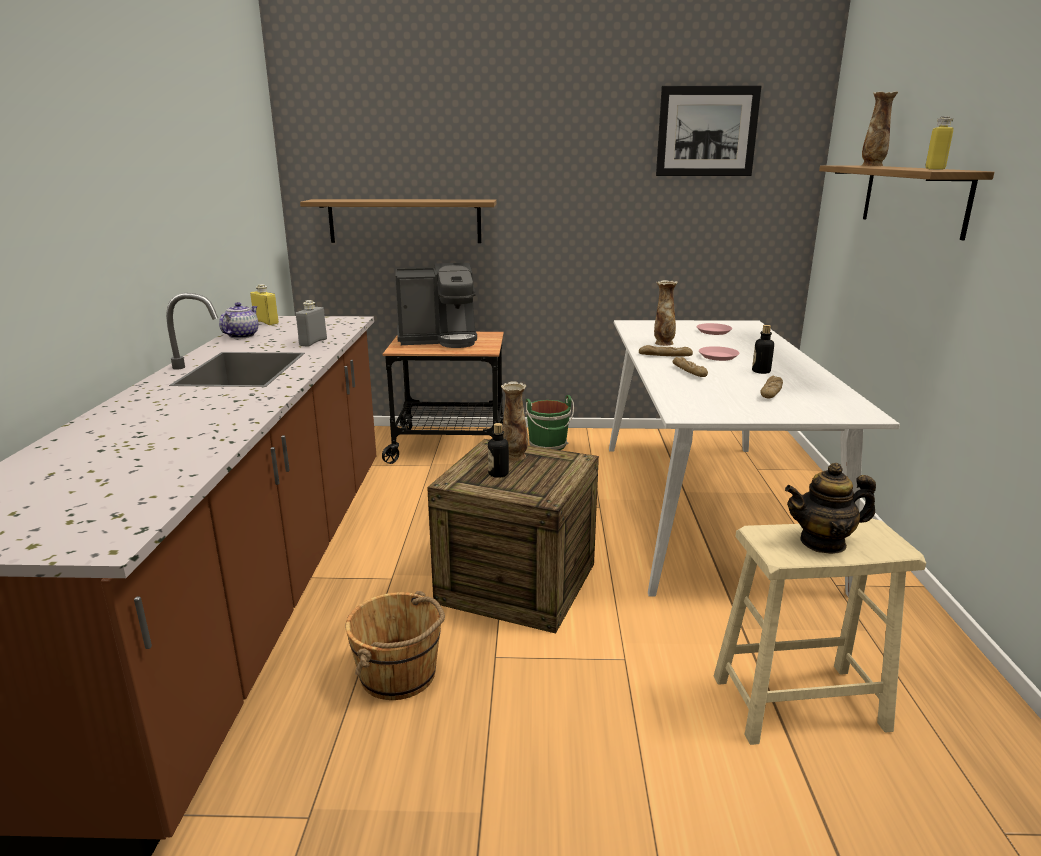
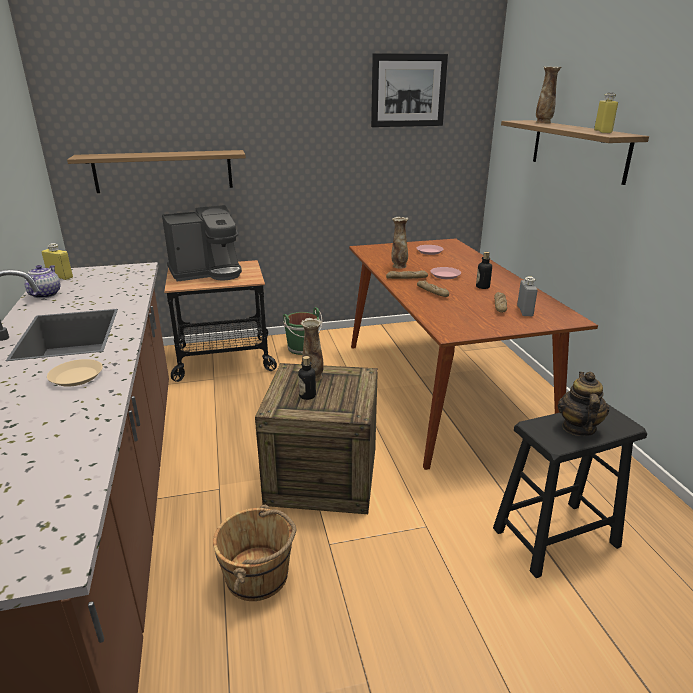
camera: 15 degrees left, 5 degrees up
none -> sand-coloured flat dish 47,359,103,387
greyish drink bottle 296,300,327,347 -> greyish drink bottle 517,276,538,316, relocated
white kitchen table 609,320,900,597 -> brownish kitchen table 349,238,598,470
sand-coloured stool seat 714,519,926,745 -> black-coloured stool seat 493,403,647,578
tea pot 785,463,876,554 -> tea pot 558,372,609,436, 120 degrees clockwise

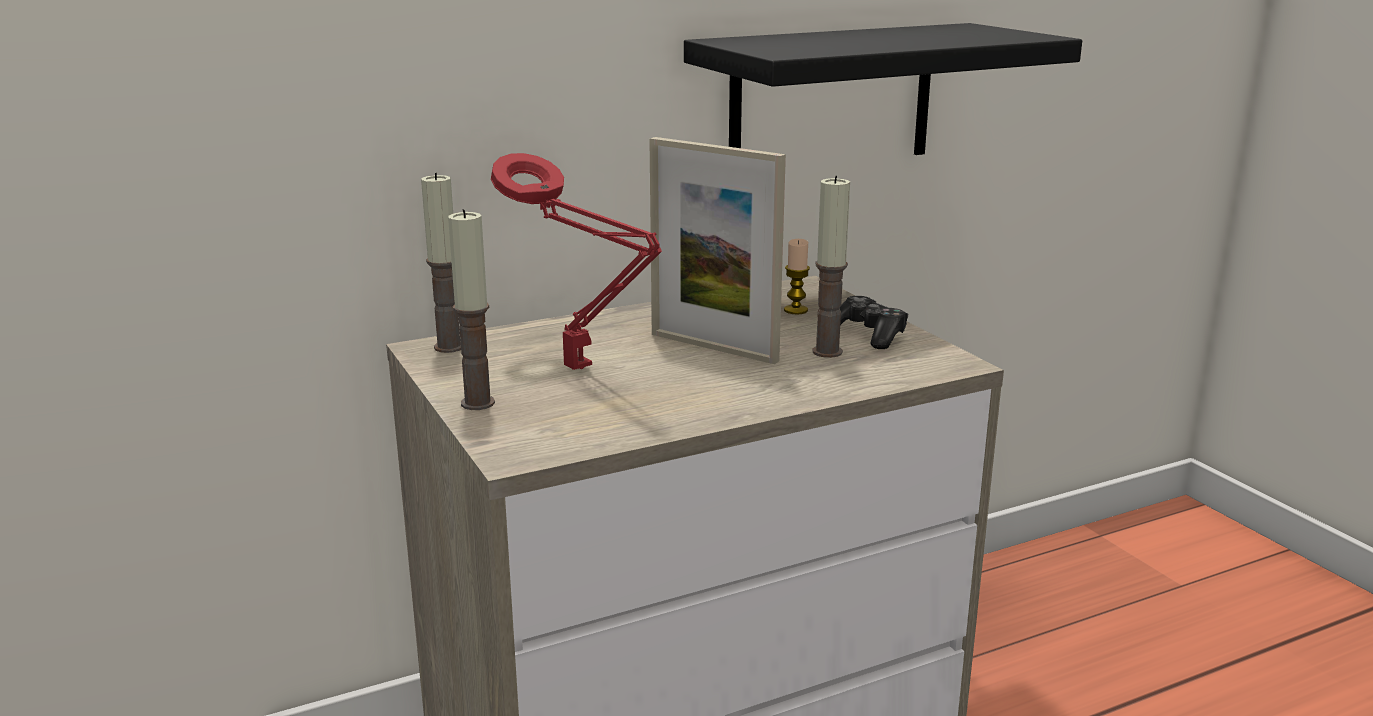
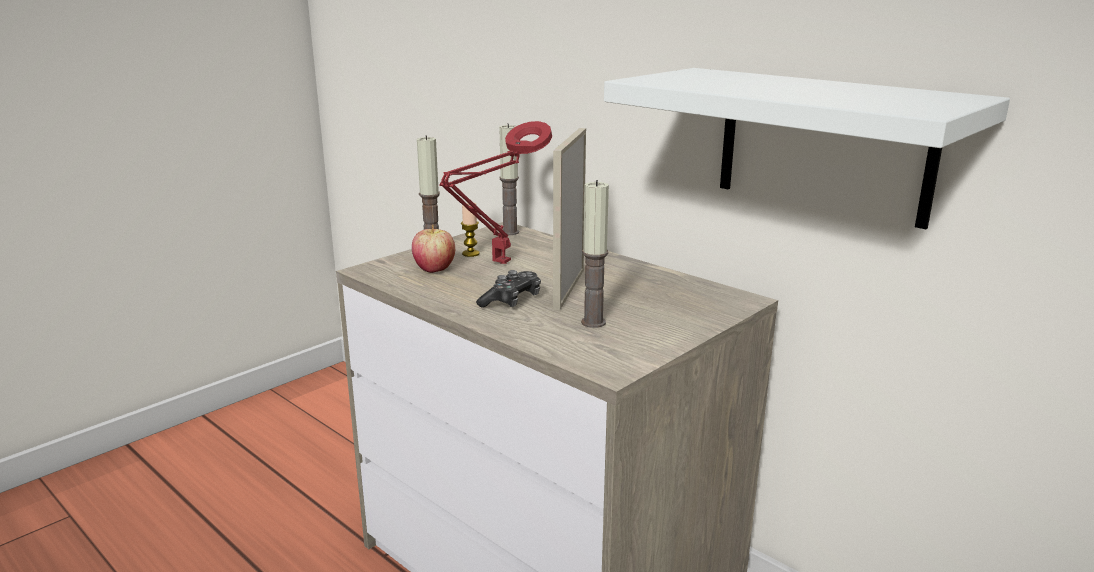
camera: 70 degrees right, 0 degrees up
none -> whole apple 412,225,455,273
wax light 784,239,810,314 -> wax light 461,203,480,257, relocated
gamepad 840,296,908,349 -> gamepad 476,270,541,308, relocated
black-coloured shelf 684,23,1082,155 -> white shelf 604,68,1010,229

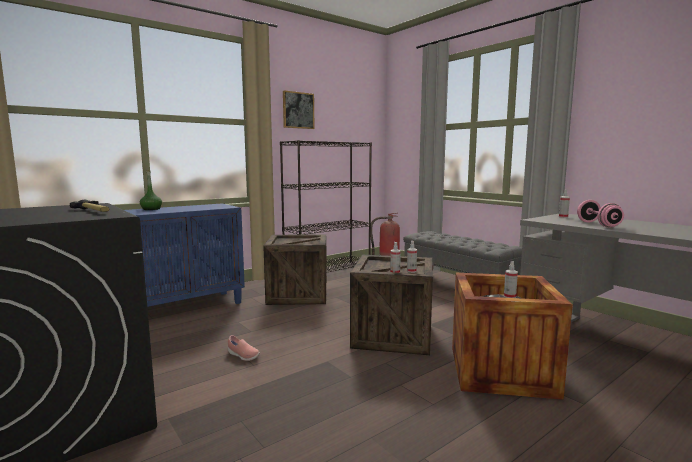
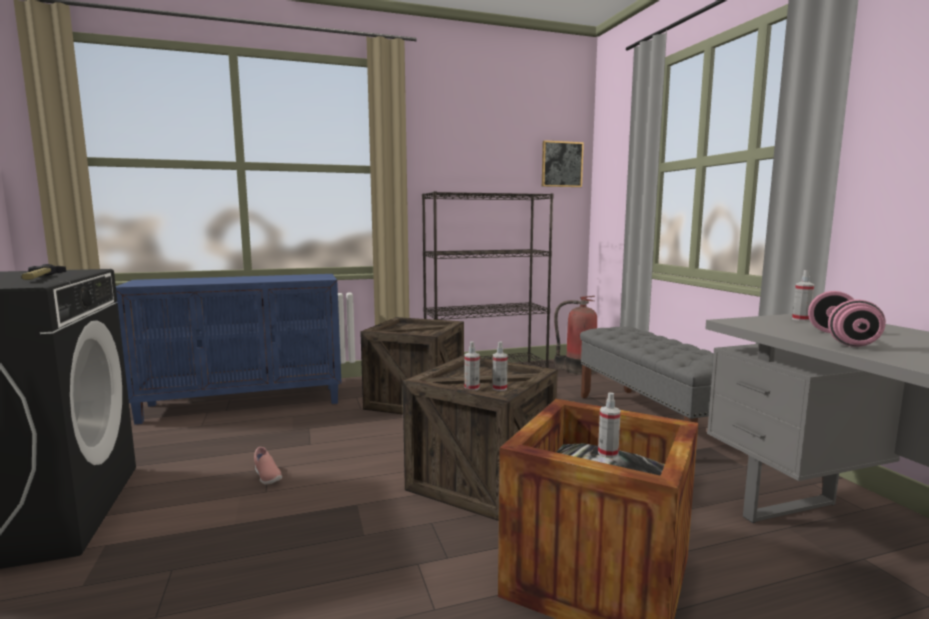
camera: 20 degrees right, 0 degrees up
green drink bottle 140,170,162,210 -> none
wall art 283,90,315,129 -> wall art 542,140,584,187, relocated

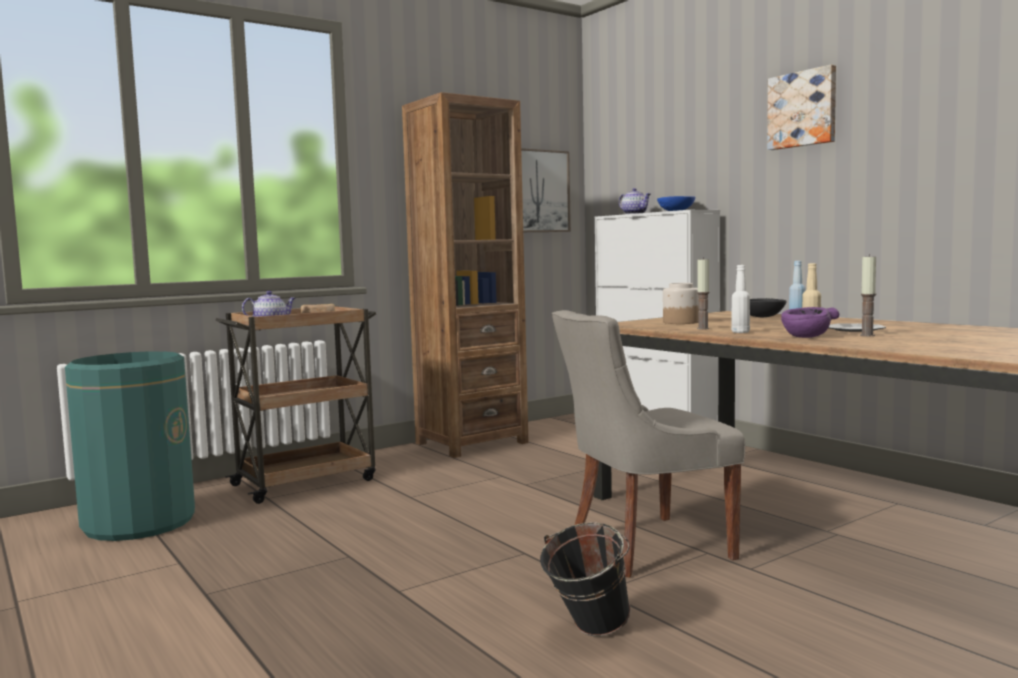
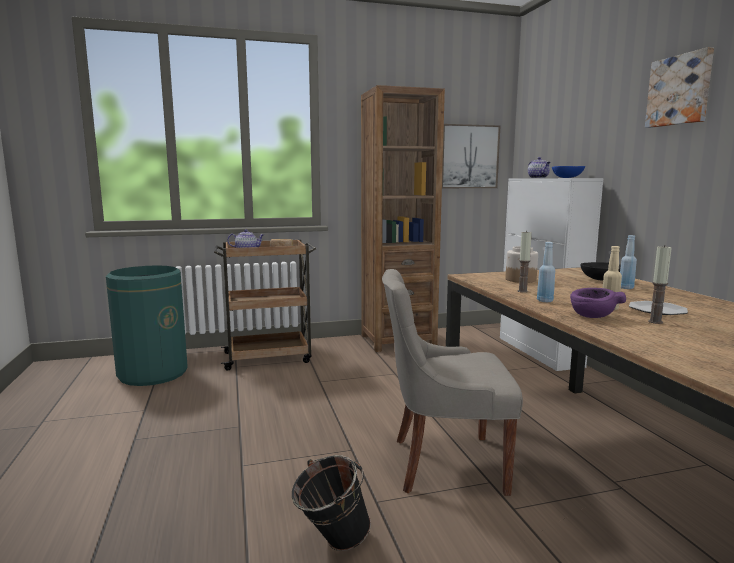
camera: 20 degrees right, 5 degrees up
white drink bottle 731,265,750,333 -> blue drink bottle 537,242,555,302

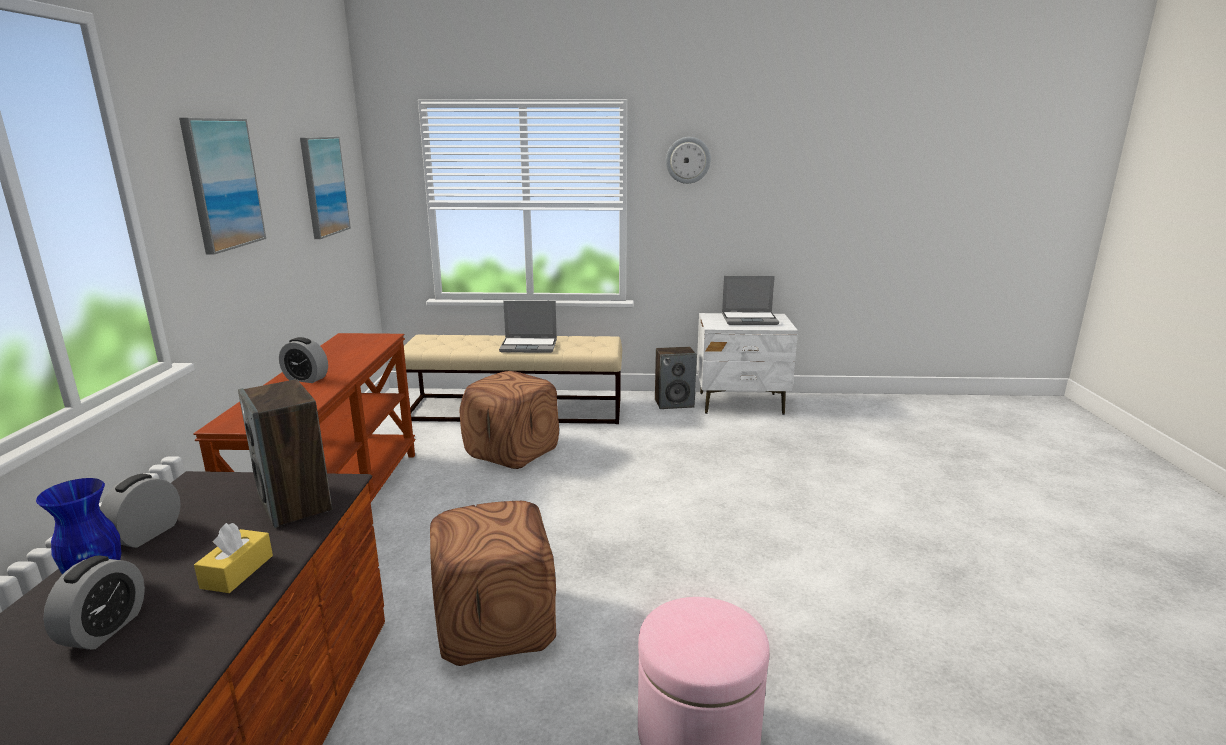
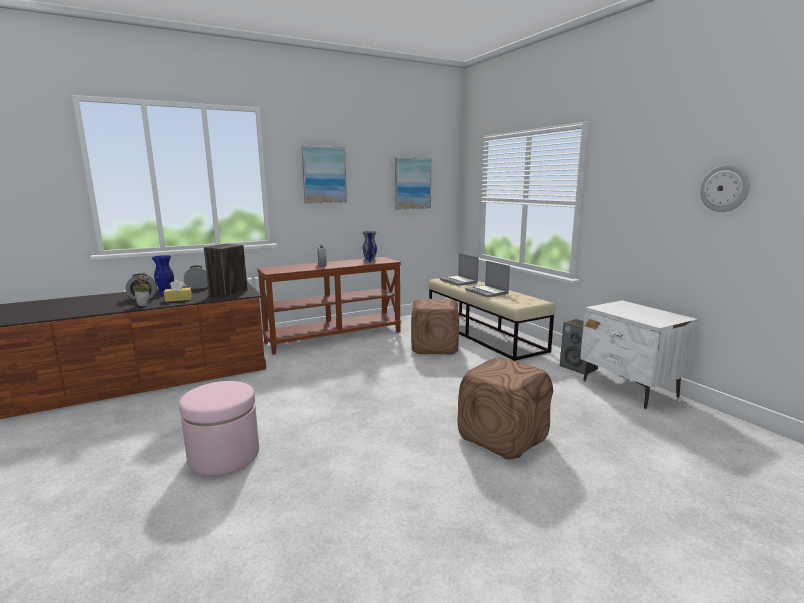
camera: 60 degrees right, 5 degrees down
none -> plant in a pot 133,272,150,306
none -> greyish decorative vase 362,231,377,262
brownish footrest 430,501,556,666 -> brownish footrest 458,358,553,459, relocated
wall clock 666,137,711,184 -> wall clock 700,165,750,212, relocated
portable computer 722,276,779,325 -> portable computer 440,253,479,286, relocated

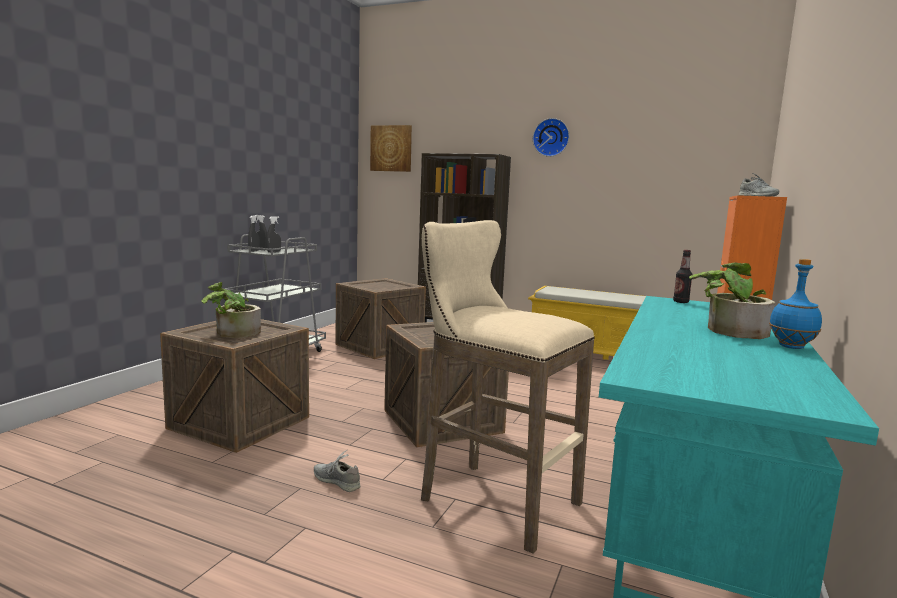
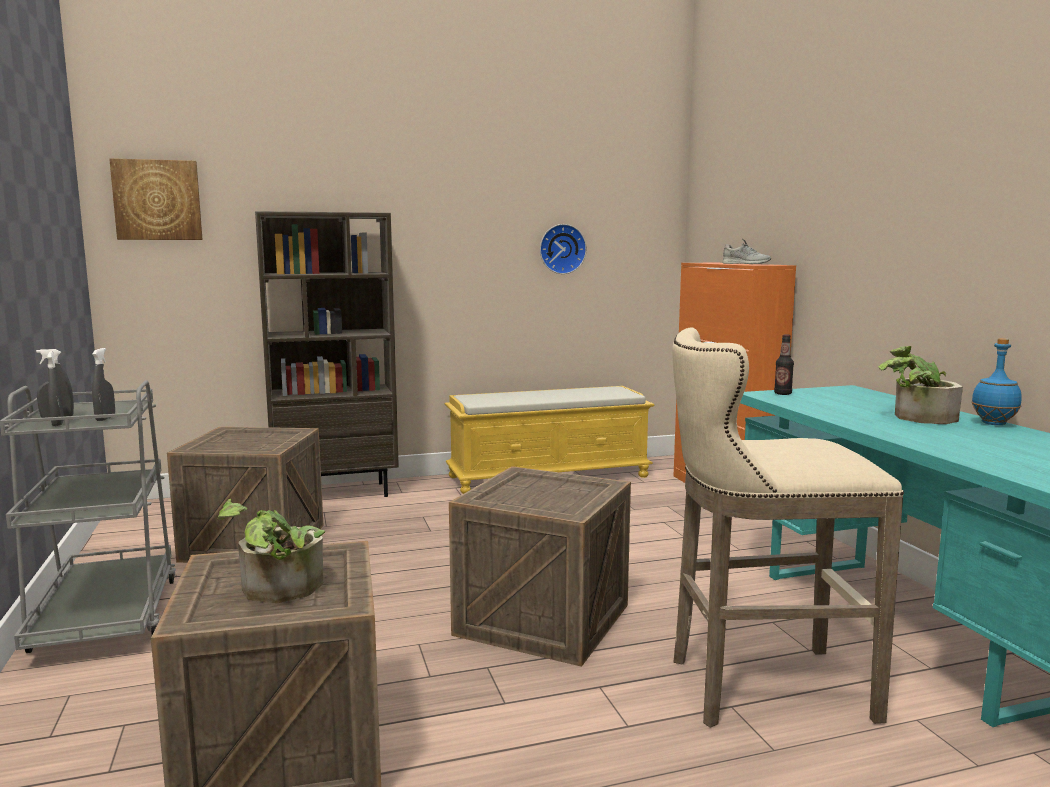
camera: 40 degrees left, 0 degrees up
greyish low shoe 314,449,360,492 -> none
wall clock 533,118,569,157 -> wall clock 540,224,587,274, relocated

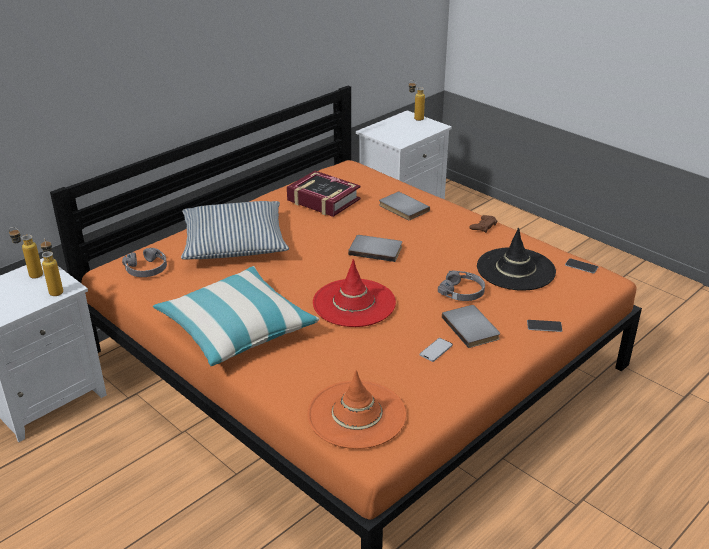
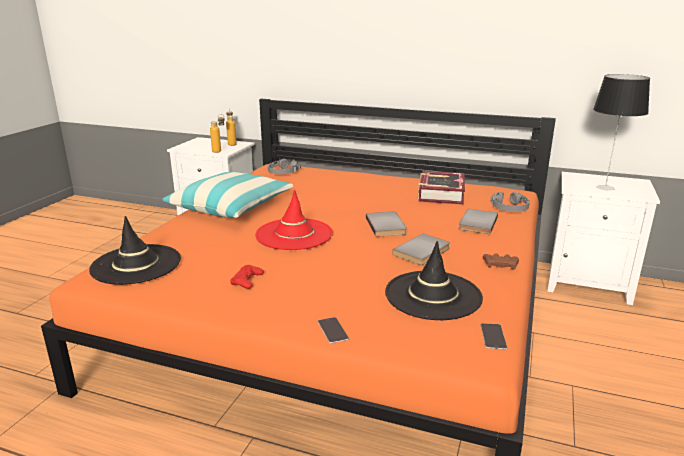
camera: 65 degrees right, 10 degrees down
pillow 181,201,289,260 -> none
drink bottle 409,80,425,121 -> none
none -> tabletop lamp 593,74,650,191
greyish headset 438,271,485,301 -> greyish headset 490,192,530,212, relocated
greyish volume 442,305,500,348 -> greyish volume 392,234,450,265, relocated
handset 420,338,453,362 -> red gamepad 230,265,264,289
orange-coloured clothing hat 307,370,407,449 -> black-coloured clothing hat 89,216,181,285

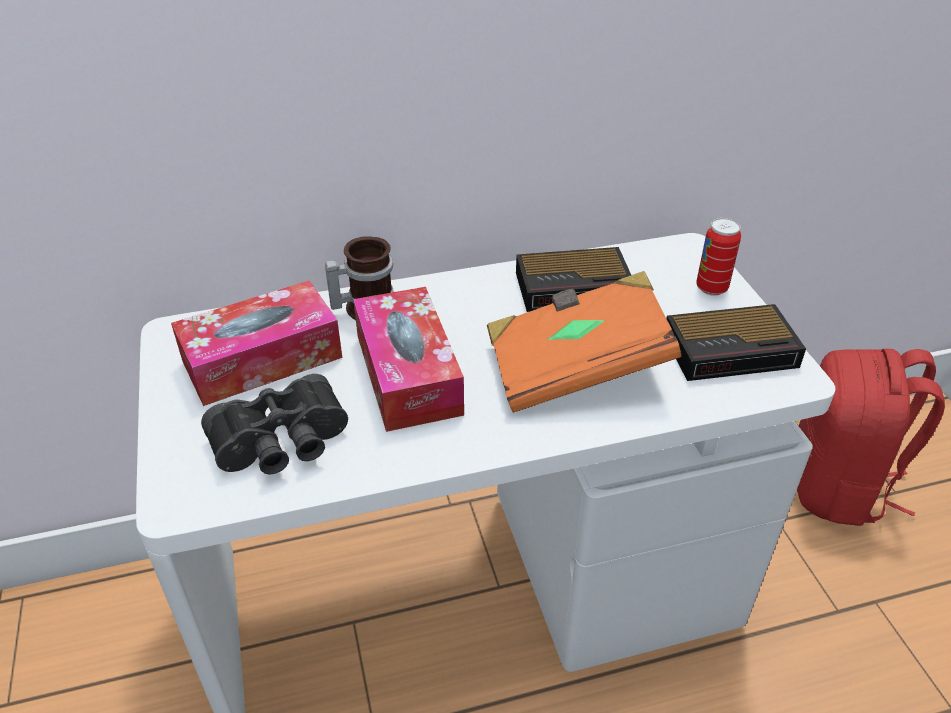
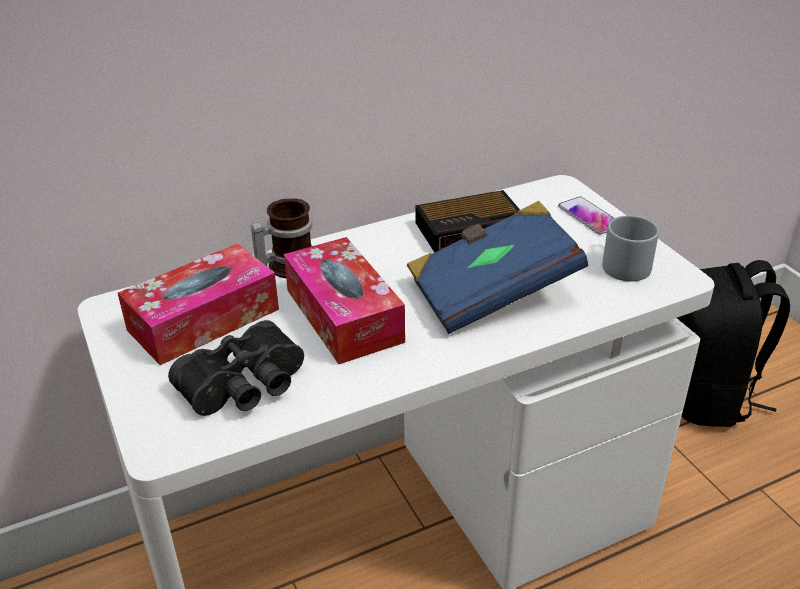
camera: 10 degrees left, 5 degrees down
bedside clock 666,304,806,381 -> greyish tea mug 602,215,659,282
metal can 696,218,741,296 -> handset 558,197,614,235
orange-coloured volume 487,271,681,413 -> blue volume 407,201,588,334
red knapsack 797,349,945,526 -> black-coloured knapsack 677,260,790,427

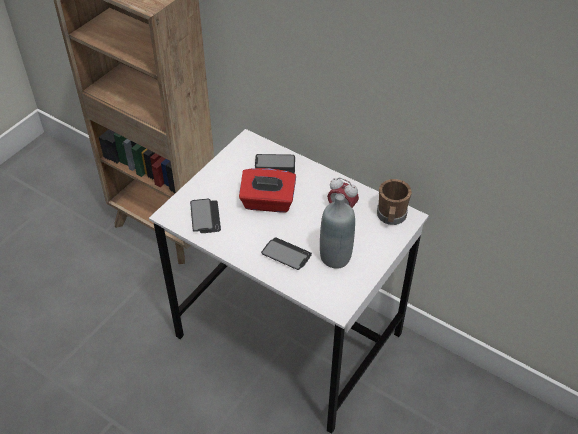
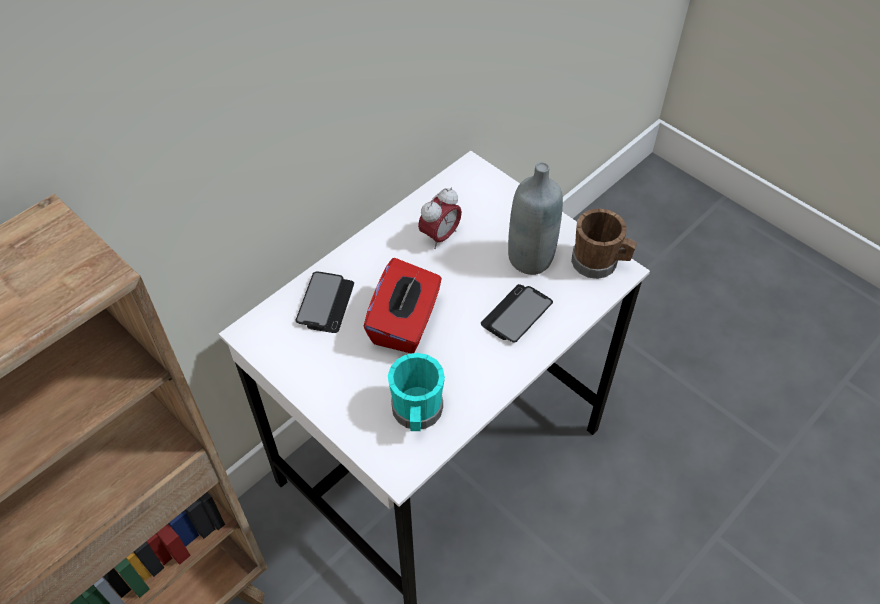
camera: 80 degrees left, 5 degrees up
brownish tea mug 377,179,412,225 -> brownish tea mug 571,209,637,279, relocated
handset 190,199,221,233 -> turquoise tea mug 388,353,445,431

